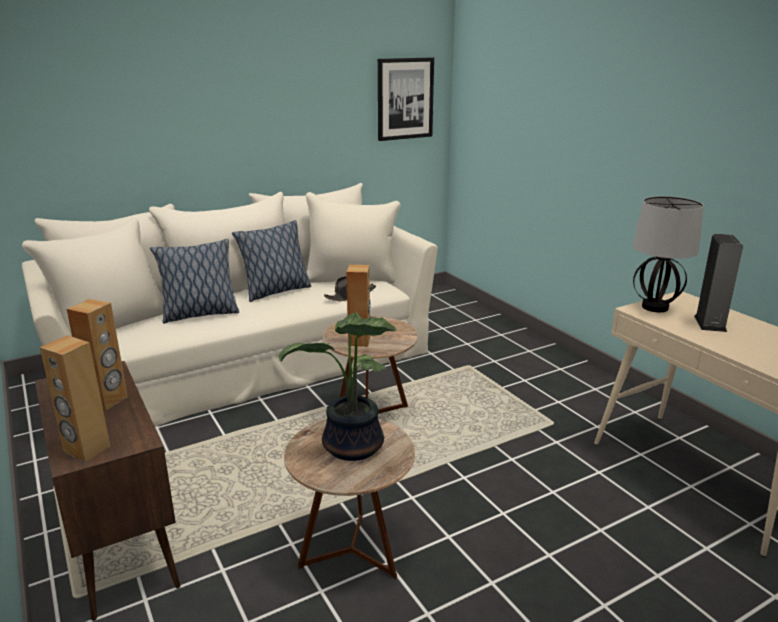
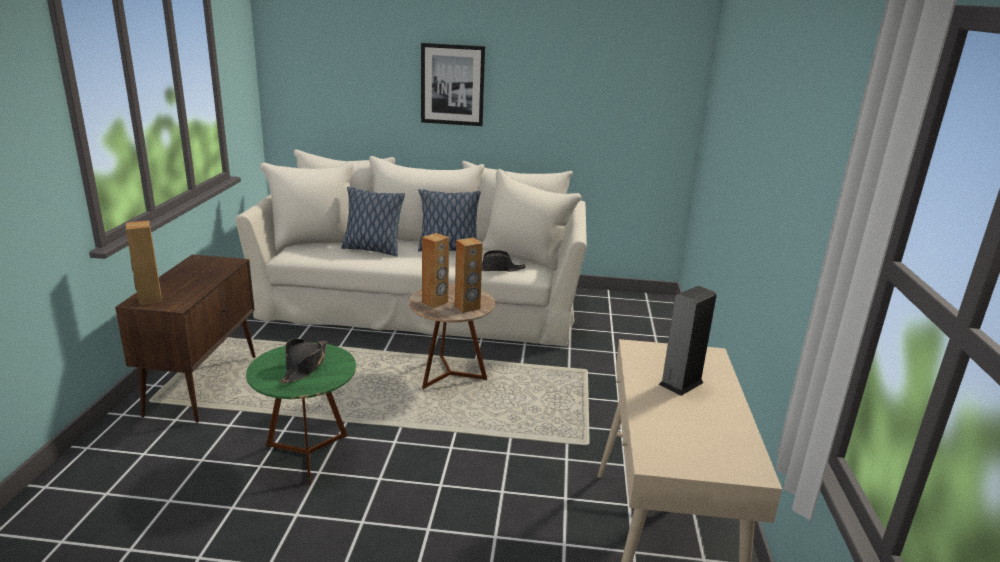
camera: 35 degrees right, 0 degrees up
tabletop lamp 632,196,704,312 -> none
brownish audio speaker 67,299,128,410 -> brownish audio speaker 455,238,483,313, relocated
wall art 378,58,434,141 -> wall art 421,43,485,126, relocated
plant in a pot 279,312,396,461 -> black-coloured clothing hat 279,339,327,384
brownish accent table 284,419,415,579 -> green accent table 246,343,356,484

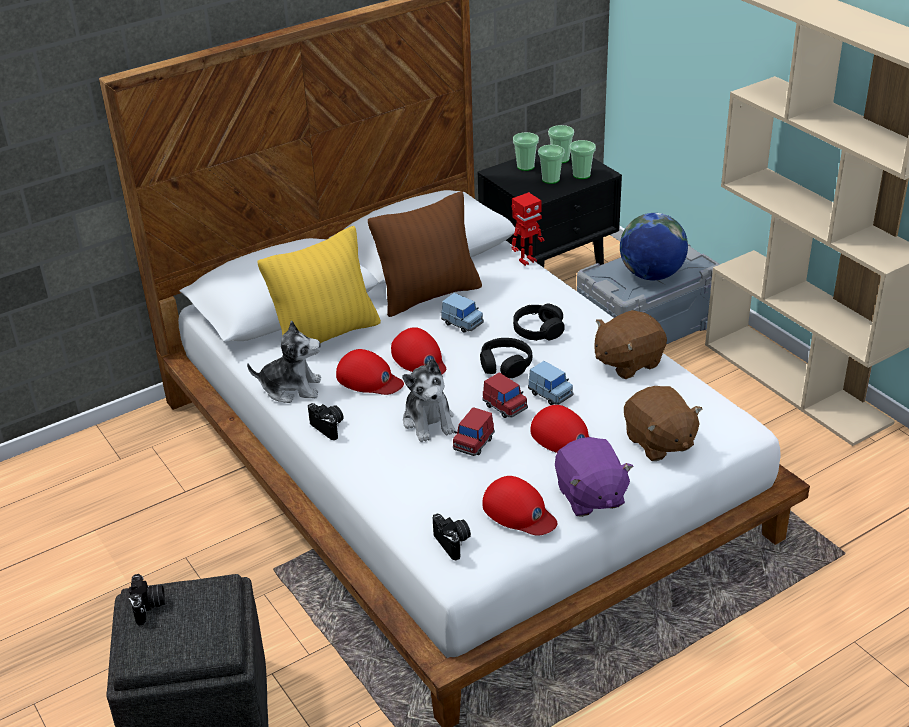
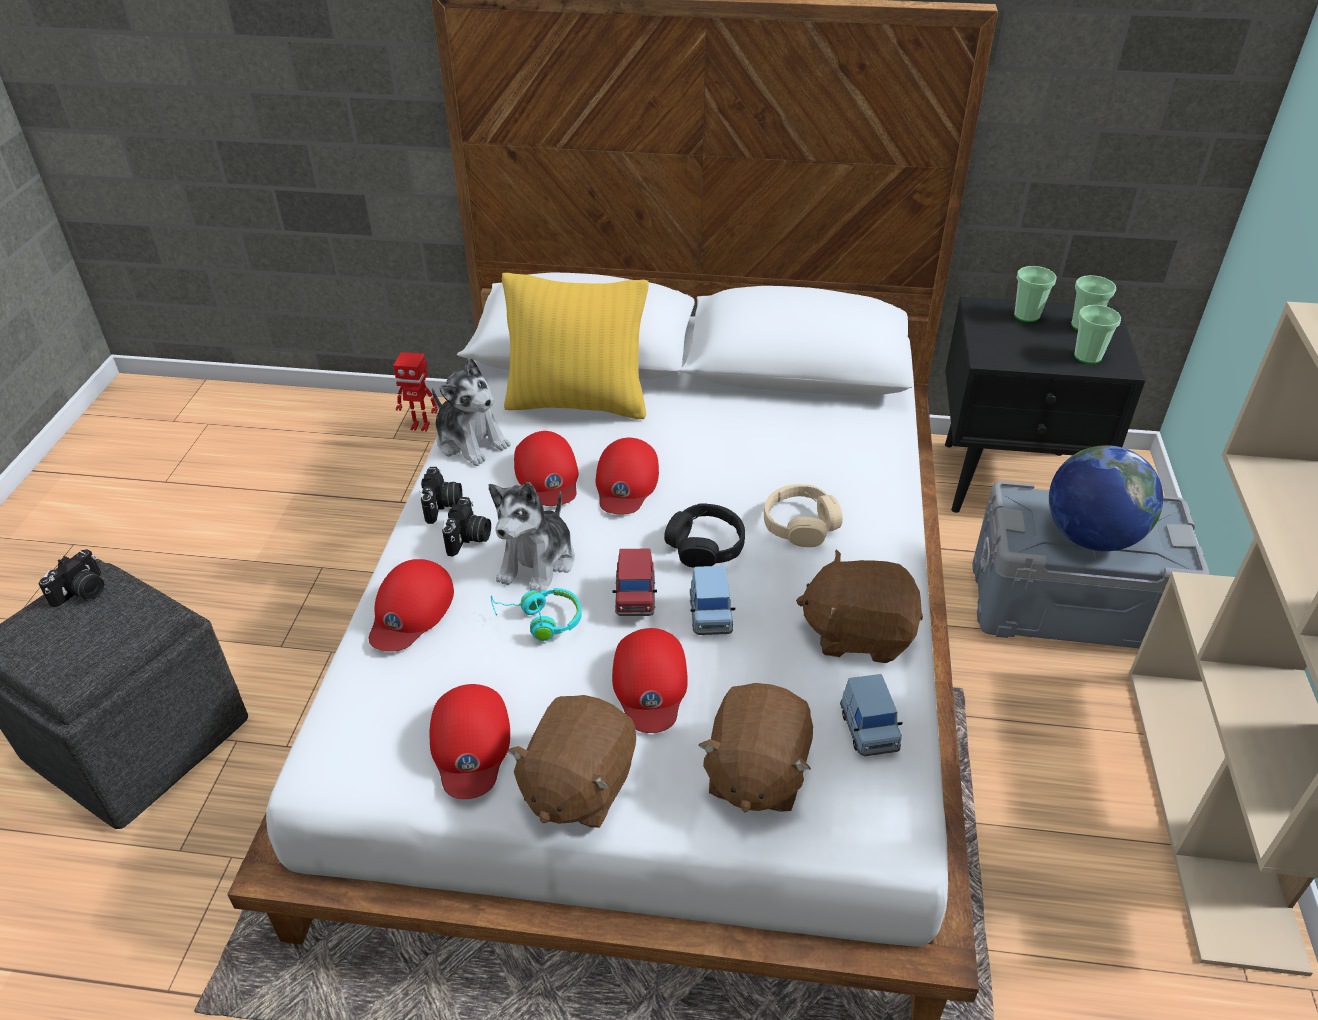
camera: 40 degrees right, 5 degrees up
brownish pillow 368,191,482,317 -> none
cup 538,145,565,184 -> none
none -> red cap 369,559,454,652
photo camera 433,513,471,560 -> photo camera 442,497,491,557, relocated
blue model car 441,293,484,333 -> blue model car 840,674,903,756, relocated
model robot 511,192,544,266 -> model robot 393,352,438,432, relocated
red model car 453,407,495,456 -> turquoise headset 491,588,582,641
black-coloured headset 513,304,565,341 -> sand-coloured headset 764,484,843,547
purple cuddly toy 555,437,634,517 -> brownish cuddly toy 507,695,636,828

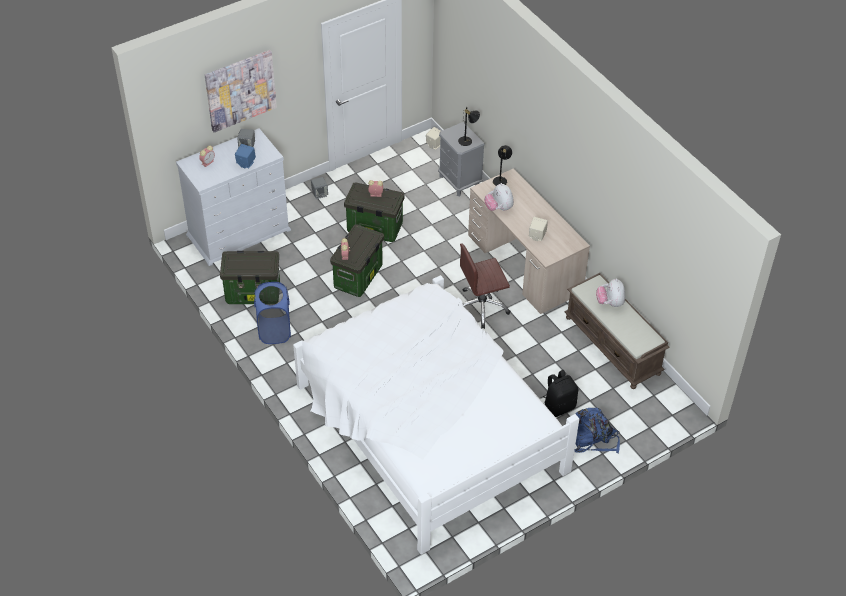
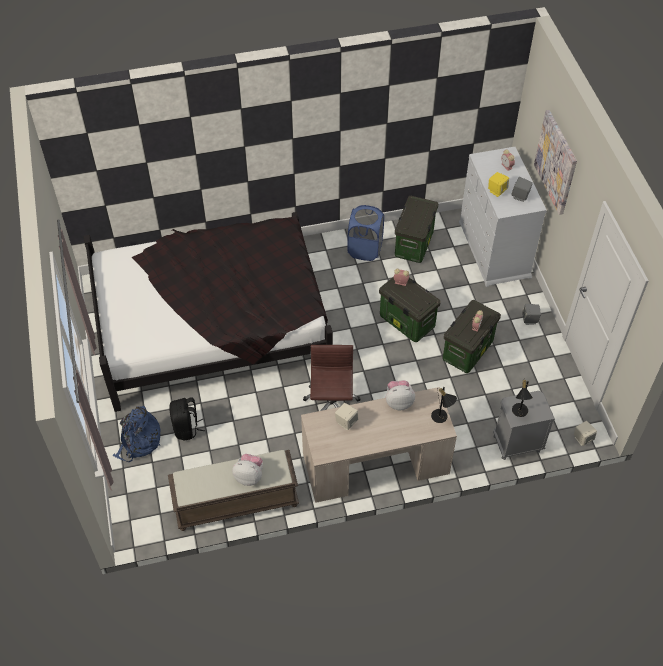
camera: 110 degrees right, 5 degrees up
blue audio speaker 235,144,256,168 -> yellow audio speaker 488,172,509,197
white bed 293,275,580,555 -> black-coloured bed 84,212,333,412

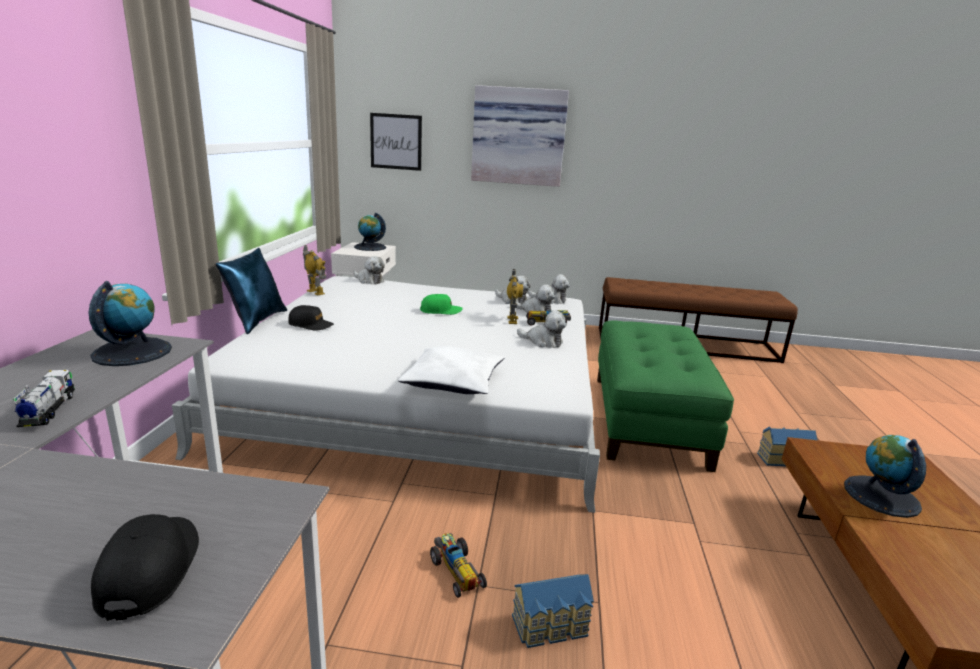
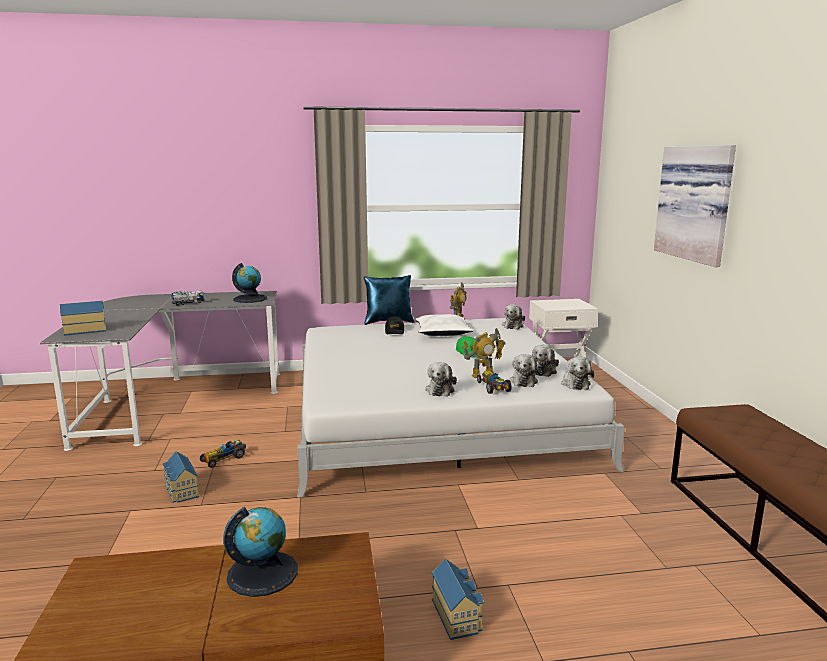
camera: 75 degrees right, 5 degrees down
world globe 354,213,386,251 -> none
wall art 370,113,422,171 -> none
green footrest 597,320,734,472 -> none
white pillow 398,346,504,394 -> white pillow 415,314,474,336, relocated
black-coloured cap 91,514,199,621 -> miniature house 60,301,106,336

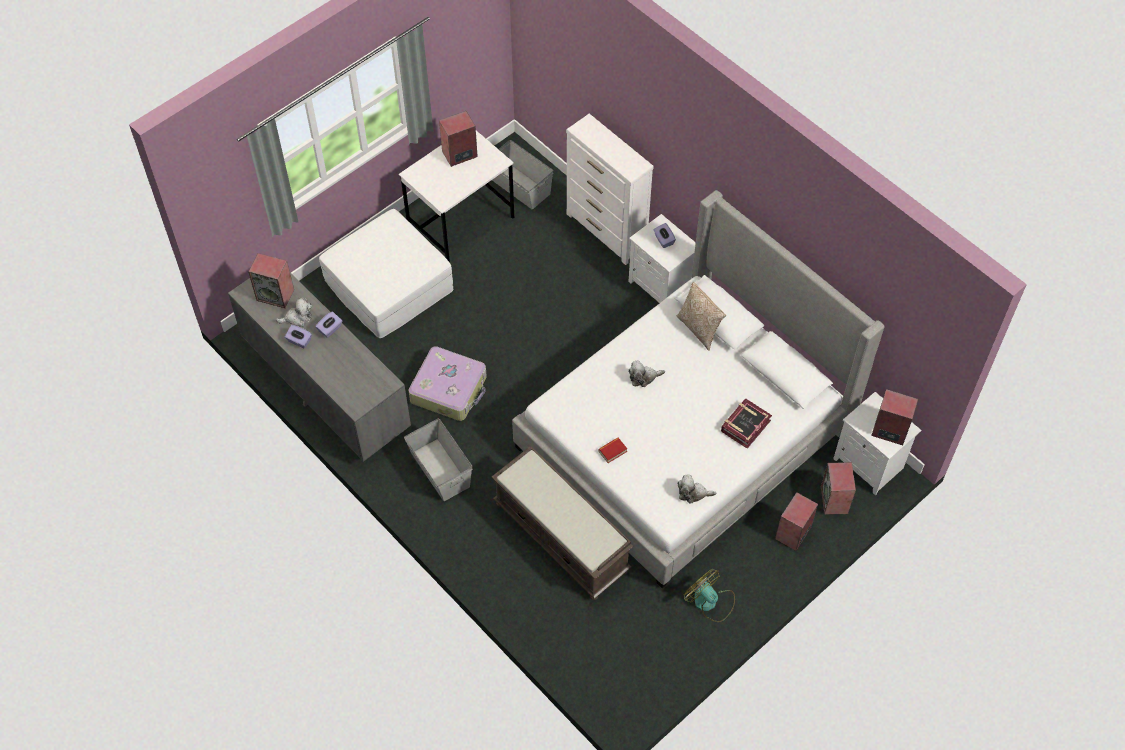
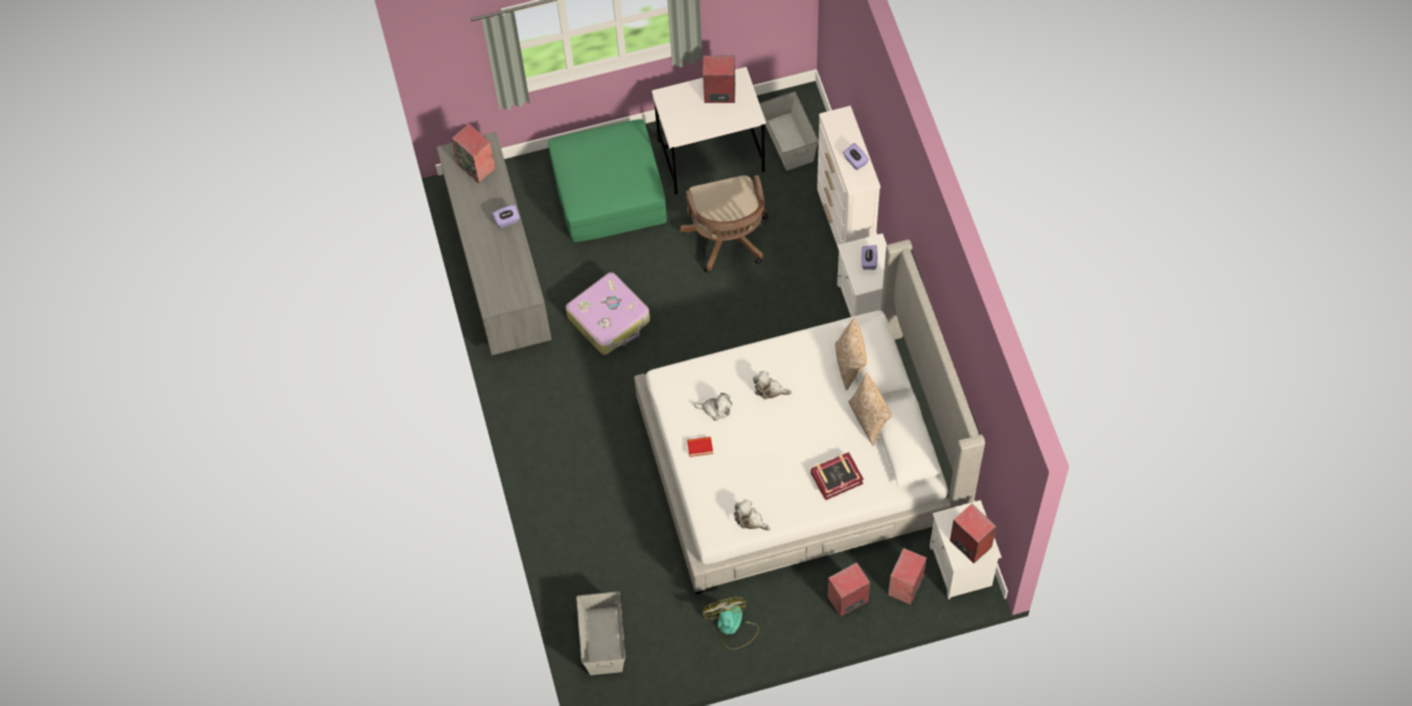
camera: 30 degrees right, 5 degrees up
brownish bench 491,446,634,600 -> none
none -> brownish computer chair 680,175,768,272
none -> pillow 849,373,892,446
cuddly toy 276,297,312,327 -> cuddly toy 694,393,732,421, relocated
purple tissue box 285,325,312,348 -> purple tissue box 843,143,869,170, relocated
greyish storage bin 404,419,472,501 -> greyish storage bin 576,591,625,675, relocated
white footrest 319,209,453,338 -> green footrest 548,119,667,242

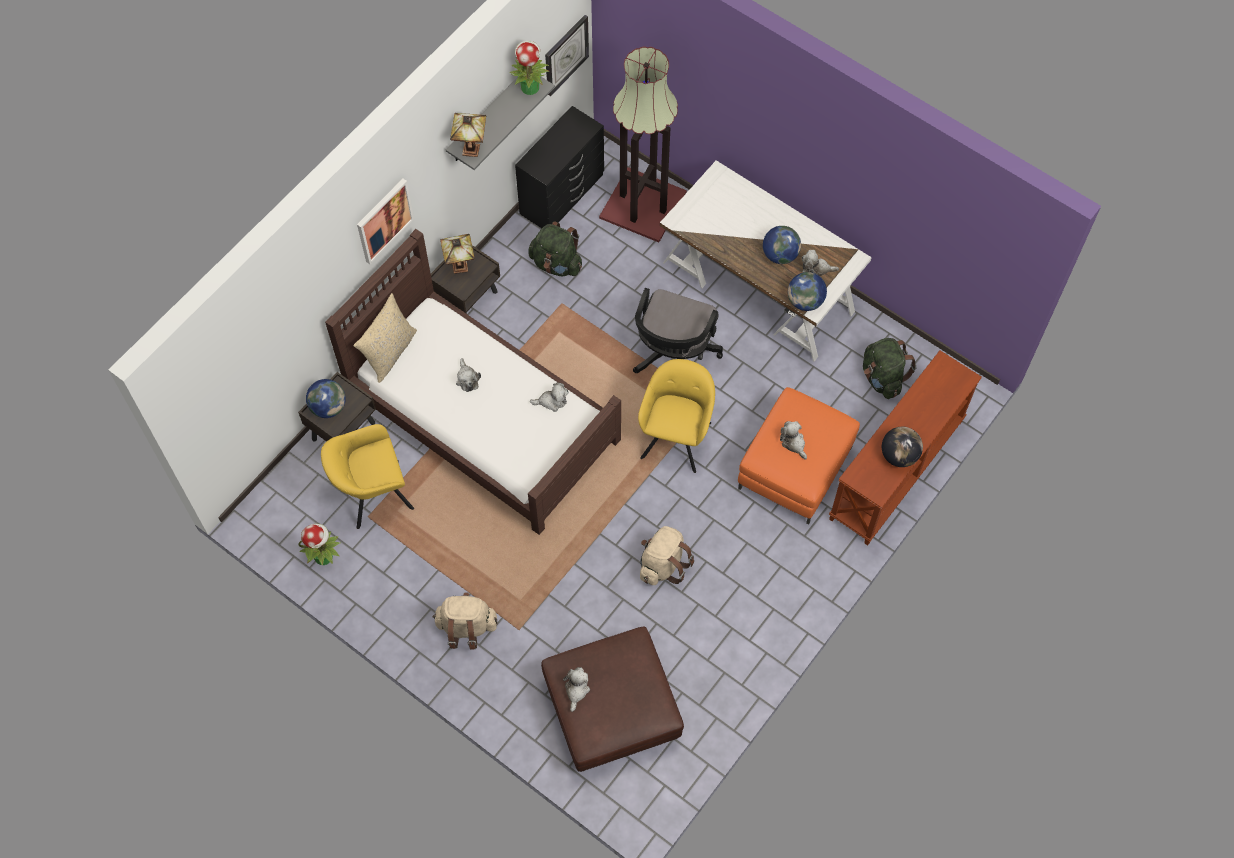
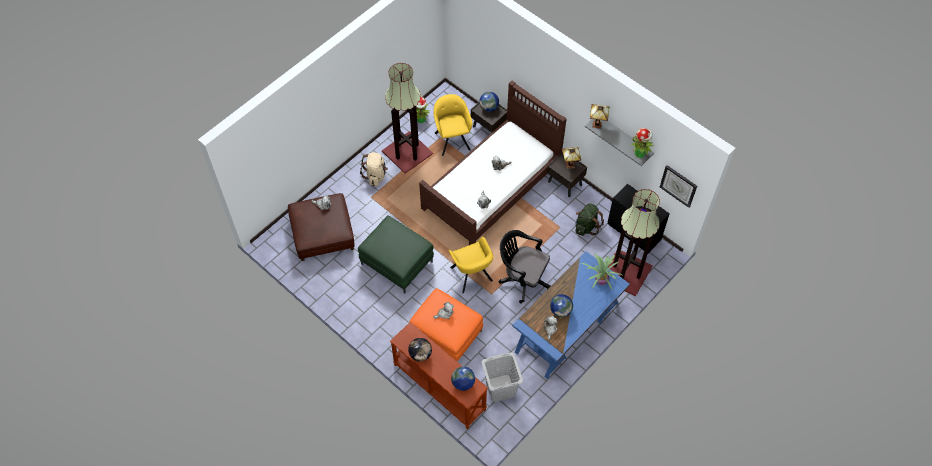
camera: 95 degrees right, 5 degrees down
sand-coloured pillow 354,293,417,383 -> none
wall art 357,179,414,264 -> none
none -> floor lamp 382,63,433,173
none -> plant in a pot 581,252,622,290
world globe 788,272,827,311 -> world globe 451,367,475,391, relocated
sand-coloured knapsack 640,526,694,585 -> green footrest 358,215,434,294
green knapsack 863,338,916,399 -> greyish laundry basket 481,352,523,402
white desk 660,160,872,361 -> blue desk 512,251,630,379
yellow armchair 638,359,715,473 -> yellow armchair 449,237,493,294, 45 degrees clockwise

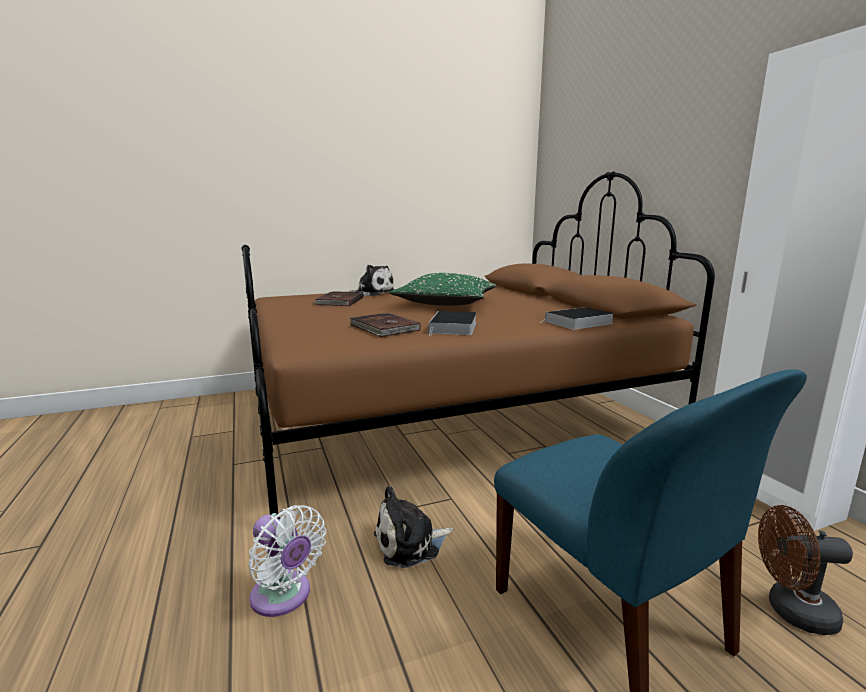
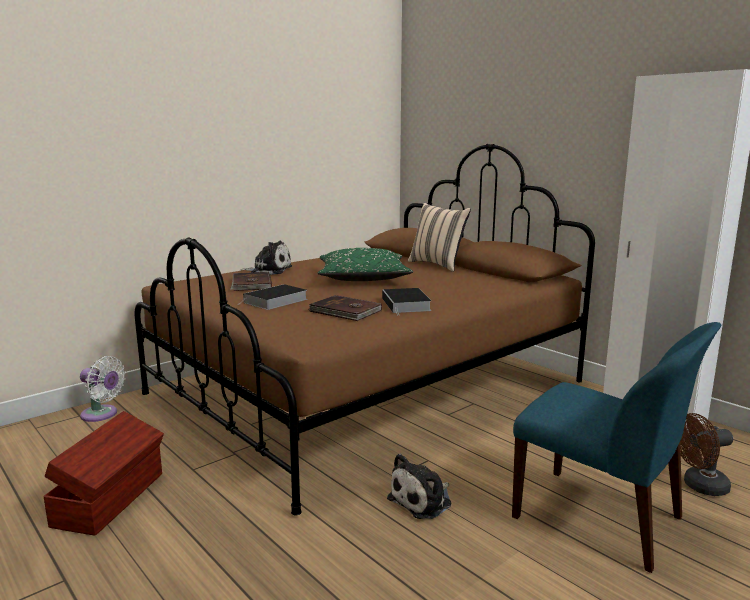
camera: 20 degrees left, 0 degrees up
none -> brownish storage bin 43,411,164,536
none -> sand-coloured pillow 408,203,471,272
white cooling fan 248,505,326,617 -> white cooling fan 80,356,126,422, relocated
volume 539,307,615,330 -> volume 240,284,307,310, relocated

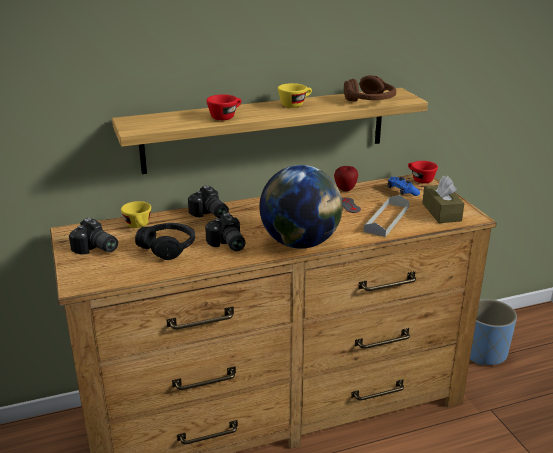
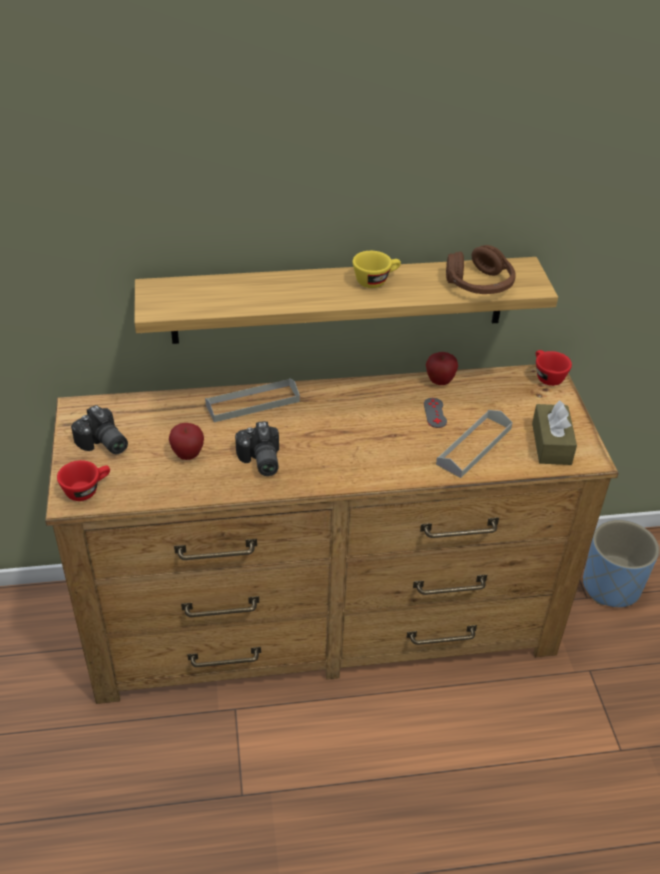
camera: 10 degrees right, 15 degrees up
yellow cup 121,201,151,228 -> none
world globe 259,165,343,249 -> none
blue gamepad 388,177,420,196 -> none
red cup 206,95,241,120 -> red cup 57,460,110,501, relocated
black-coloured headset 135,223,195,260 -> whole apple 169,423,204,460
photo camera 188,185,229,218 -> greyish carrying tray 205,378,300,422

